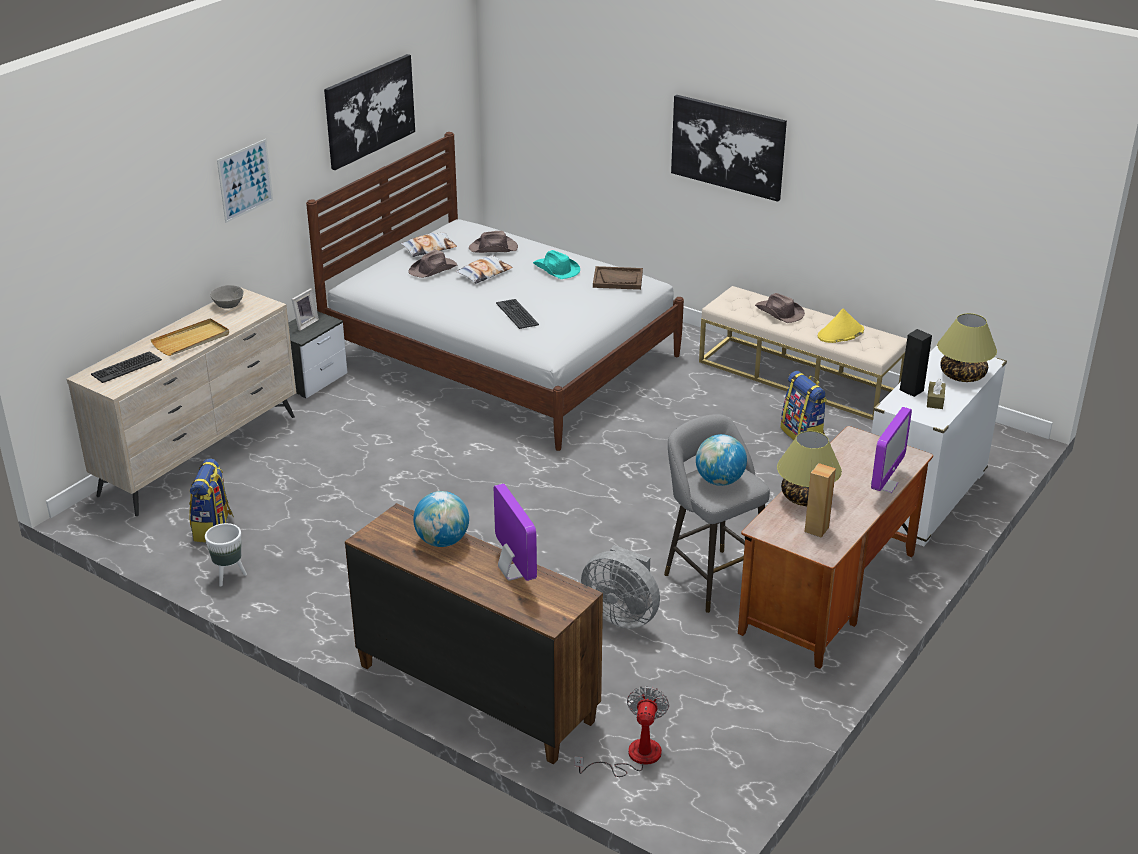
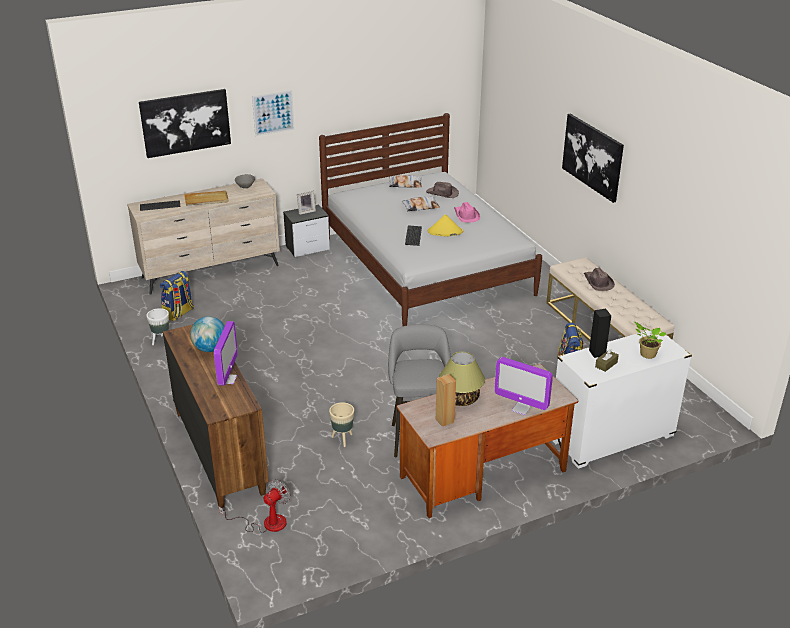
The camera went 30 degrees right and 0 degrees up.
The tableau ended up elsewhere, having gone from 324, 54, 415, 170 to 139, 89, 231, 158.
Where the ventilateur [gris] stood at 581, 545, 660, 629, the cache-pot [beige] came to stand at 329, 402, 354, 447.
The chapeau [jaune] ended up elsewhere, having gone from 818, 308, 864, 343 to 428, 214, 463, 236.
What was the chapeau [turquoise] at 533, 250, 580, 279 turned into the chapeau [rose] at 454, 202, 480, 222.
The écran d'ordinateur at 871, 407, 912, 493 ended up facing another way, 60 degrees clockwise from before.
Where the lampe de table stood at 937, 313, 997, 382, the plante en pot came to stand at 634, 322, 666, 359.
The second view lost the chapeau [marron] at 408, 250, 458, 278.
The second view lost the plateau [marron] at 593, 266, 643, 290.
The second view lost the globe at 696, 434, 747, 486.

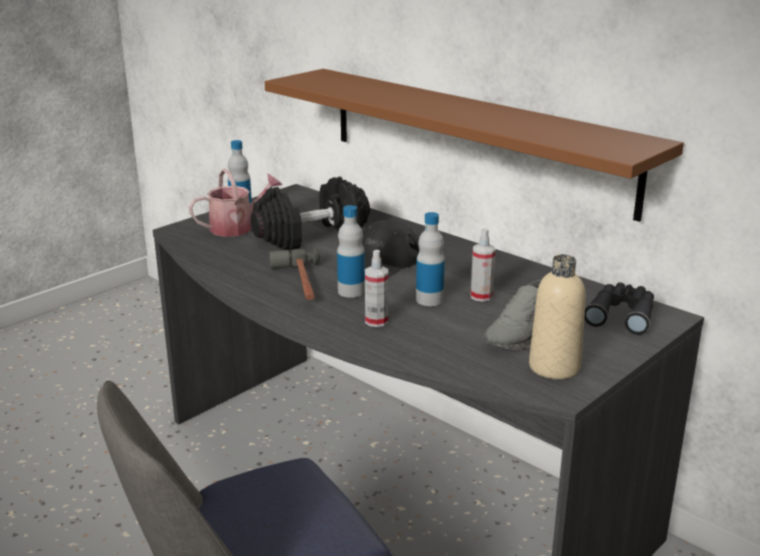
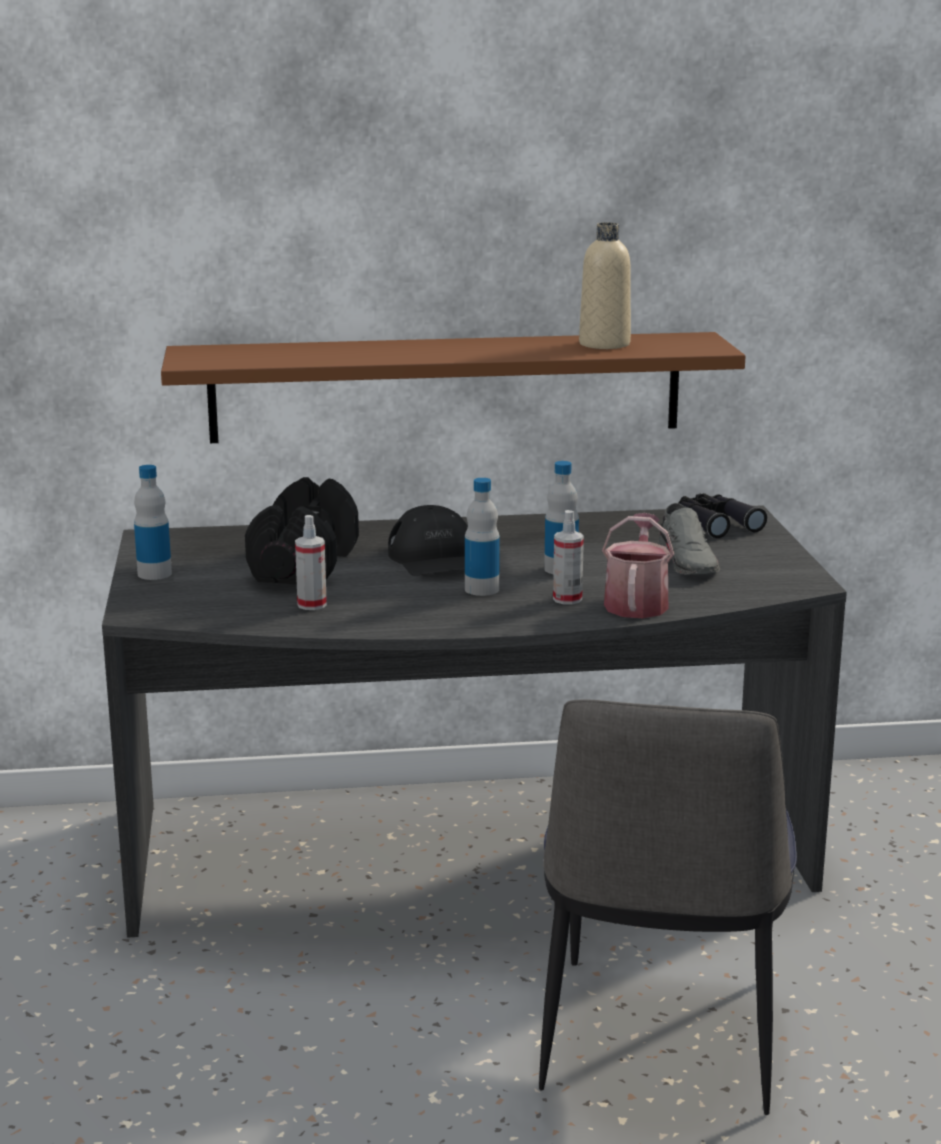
The camera went 50 degrees left and 5 degrees down.
The vaporisateur ended up elsewhere, having gone from 470, 228, 496, 301 to 295, 515, 327, 610.
The bouteille [beige] ended up elsewhere, having gone from 529, 254, 586, 379 to 579, 222, 631, 349.
The arrosoir ended up elsewhere, having gone from 189, 168, 282, 237 to 602, 513, 674, 618.
The second view lost the marteau at 269, 248, 320, 300.

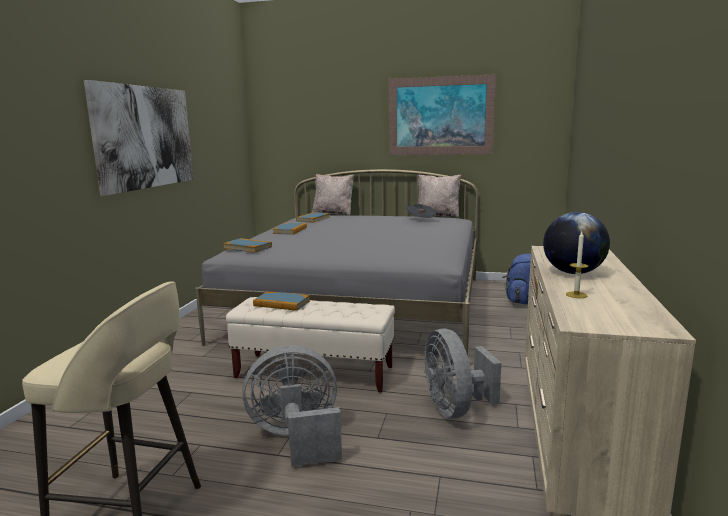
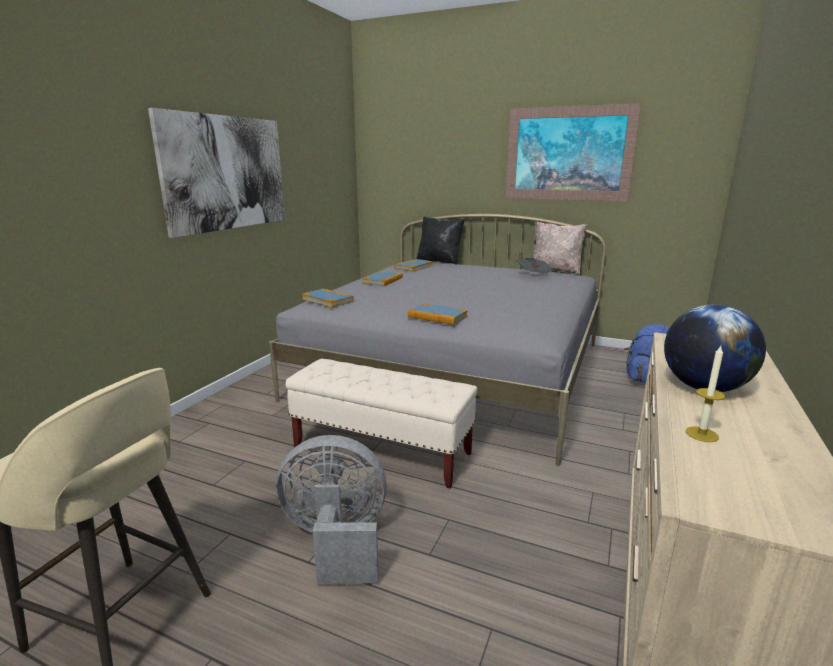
The camera went 10 degrees right and 5 degrees up.
The livre ended up elsewhere, having gone from 253, 291, 310, 311 to 408, 303, 468, 325.
What was the coussin [beige] at 312, 174, 354, 216 turned into the coussin [noir] at 416, 216, 465, 265.
The second view lost the ventilateur [gris] at 424, 328, 501, 419.

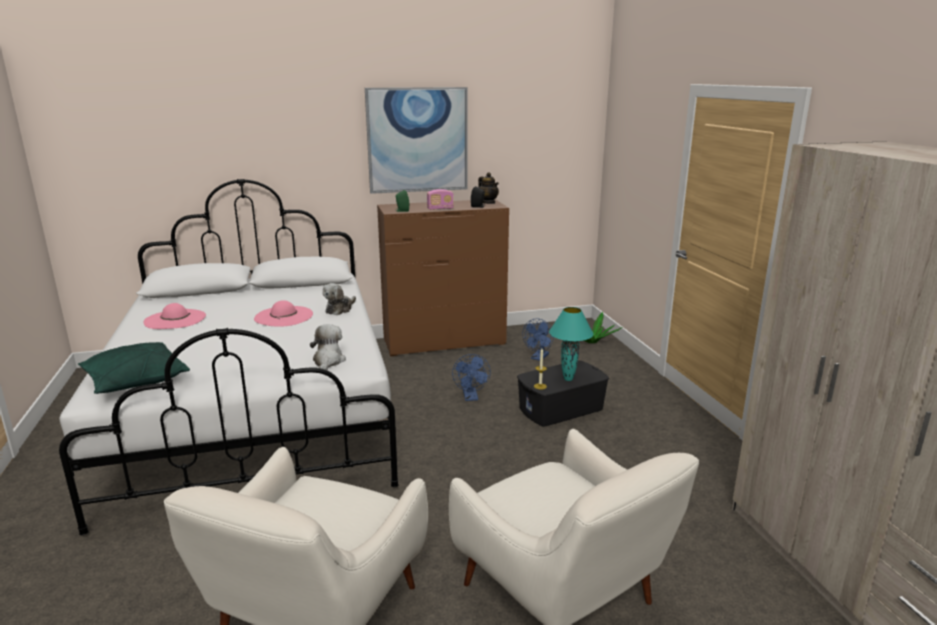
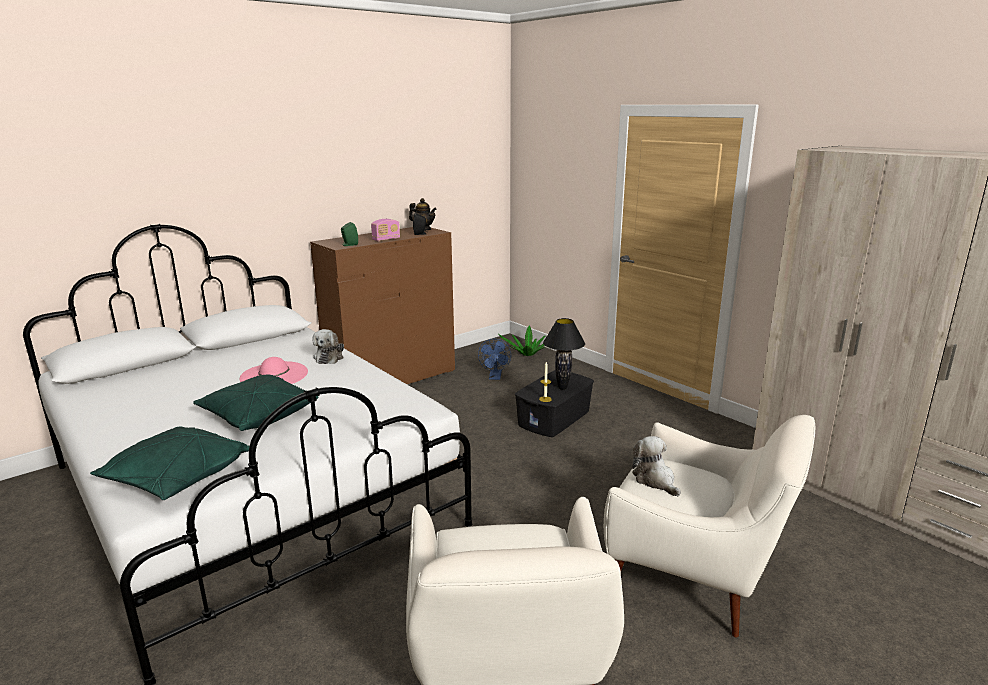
The camera went 25 degrees left and 0 degrees up.
The second view gained the coussin [vert] at 193, 375, 318, 431.
What was the lampe de table [turquoise] at 549, 307, 593, 381 turned into the lampe de table [noir] at 543, 318, 585, 390.
The peluche ended up elsewhere, having gone from 310, 324, 346, 370 to 632, 436, 681, 496.
The second view lost the chapeau [rose] at 144, 303, 206, 329.
The second view lost the tableau at 365, 87, 467, 194.
The second view lost the ventilateur [bleu] at 452, 354, 491, 401.

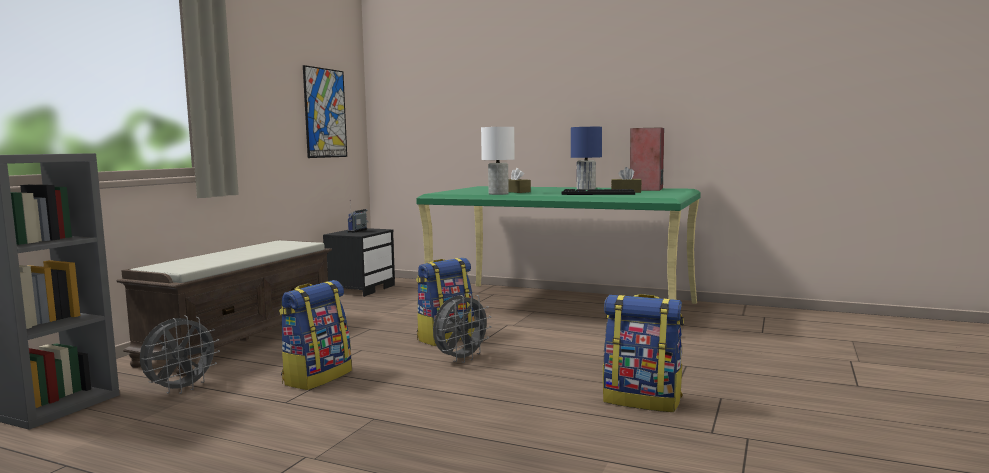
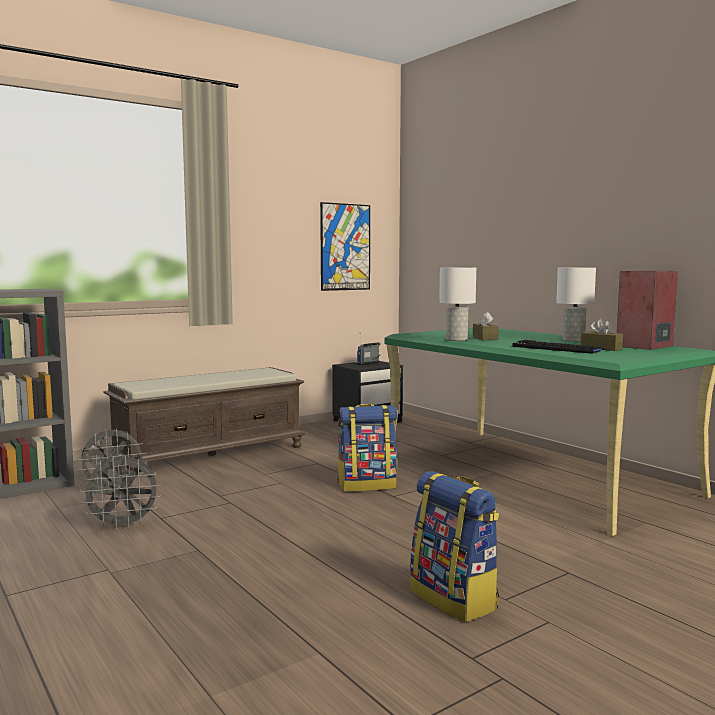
The camera went 30 degrees right and 0 degrees up.
The ventilateur [gris] ended up elsewhere, having gone from 433, 293, 492, 363 to 80, 455, 161, 531.
What was the lampe de table [bleu] at 571, 127, 602, 190 turned into the lampe de table [blanc] at 556, 267, 596, 342.
The second view lost the sac à dos at 279, 280, 352, 390.

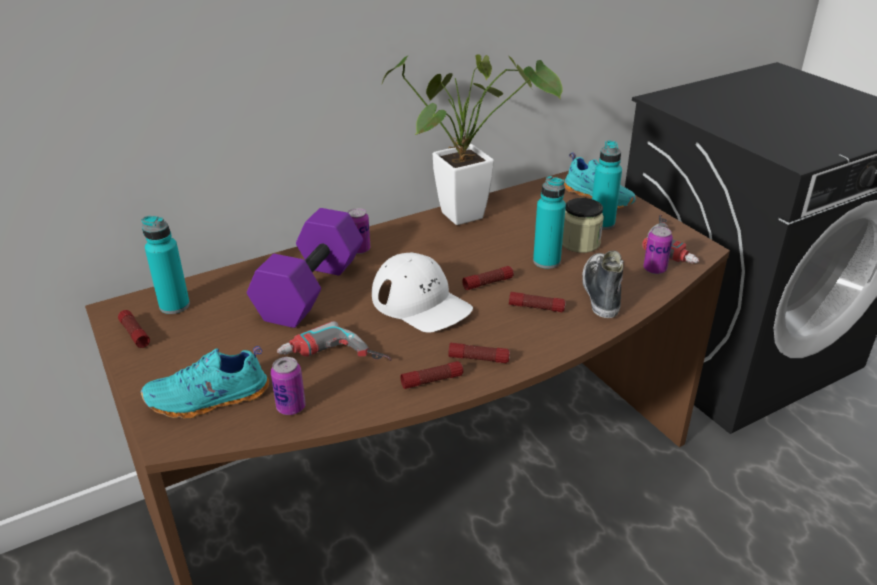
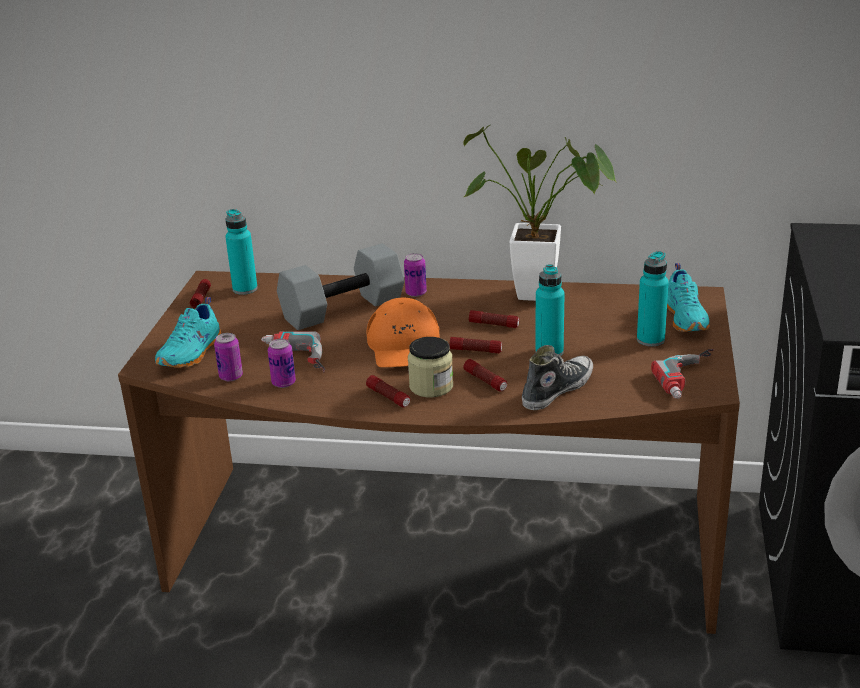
The camera went 40 degrees right and 5 degrees down.
The chaussure [turquoise] at 141, 346, 269, 419 ended up facing another way, 90 degrees counterclockwise from before.
The boîte métallique ended up elsewhere, having gone from 643, 227, 673, 274 to 268, 339, 296, 388.
What was the haltère [violet] at 247, 208, 363, 328 turned into the haltère [gris] at 277, 243, 405, 330.
What was the casquette [blanc] at 372, 252, 473, 333 turned into the casquette [orange] at 366, 297, 440, 367.
The bocal ended up elsewhere, having gone from 562, 198, 604, 253 to 408, 337, 453, 397.
The lampe de poche ended up elsewhere, having gone from 400, 361, 463, 389 to 469, 310, 519, 328.

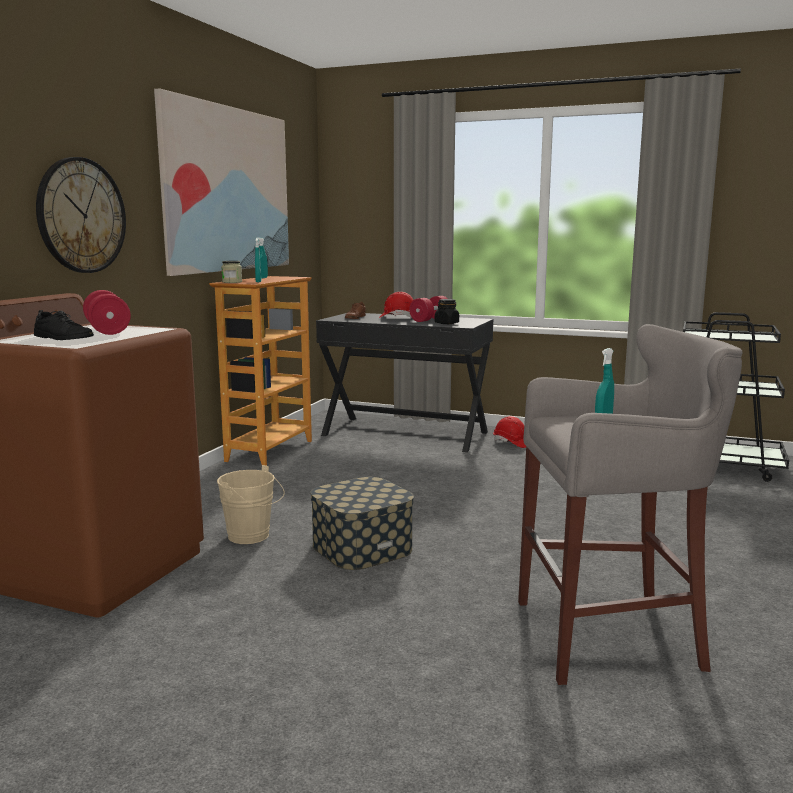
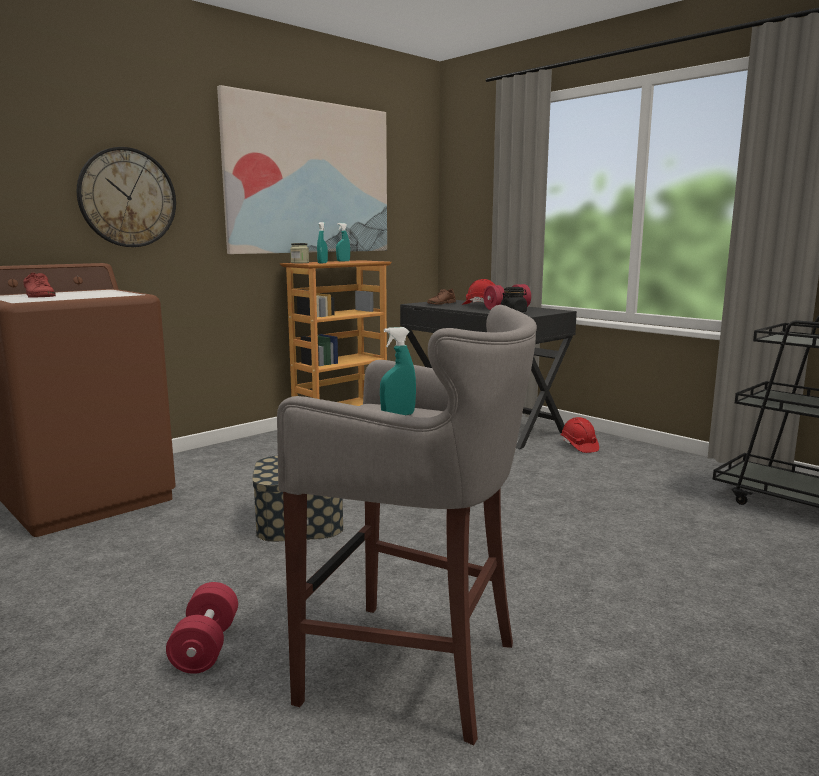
The camera went 25 degrees right and 0 degrees up.
What was the chaussure [noir] at 34, 310, 94, 340 turned into the chaussure [rouge] at 23, 273, 56, 298.
The haltère [rouge] ended up elsewhere, having gone from 83, 290, 131, 335 to 166, 582, 238, 674.
The second view lost the seau [beige] at 217, 465, 285, 544.

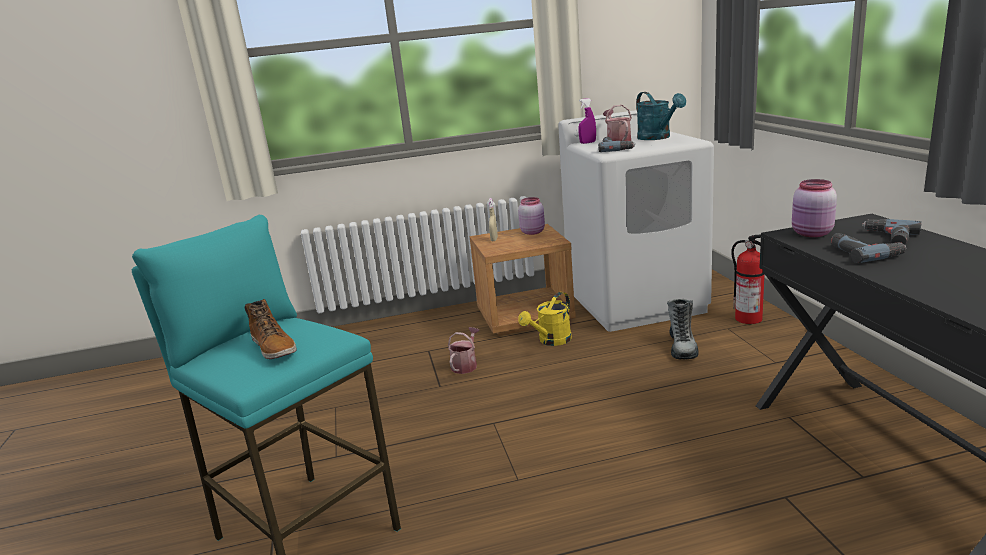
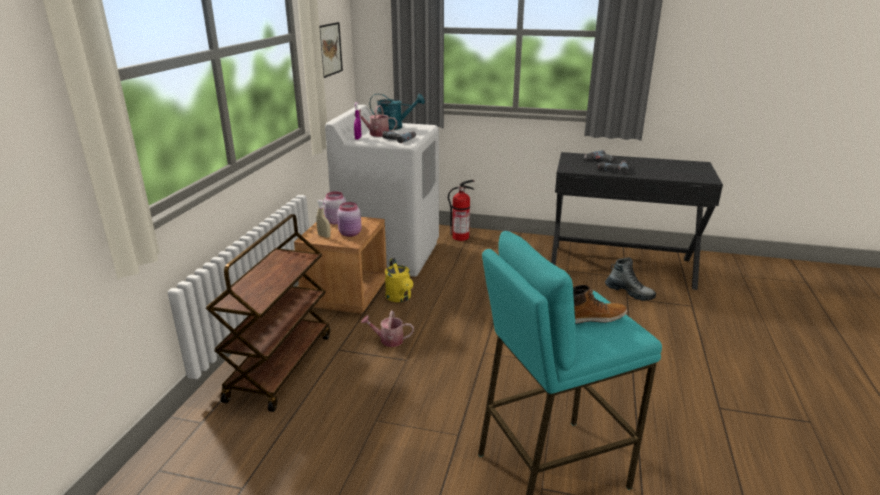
The camera went 65 degrees left and 5 degrees up.
The second view gained the chariot [marron] at 206, 214, 330, 412.
The second view gained the tableau at 319, 22, 343, 78.
The bocal [rose] ended up elsewhere, having gone from 792, 179, 837, 237 to 337, 202, 362, 237.
The arrosoir at 448, 327, 479, 374 ended up facing another way, 45 degrees counterclockwise from before.
The botte ended up elsewhere, having gone from 667, 299, 699, 360 to 605, 257, 656, 301.

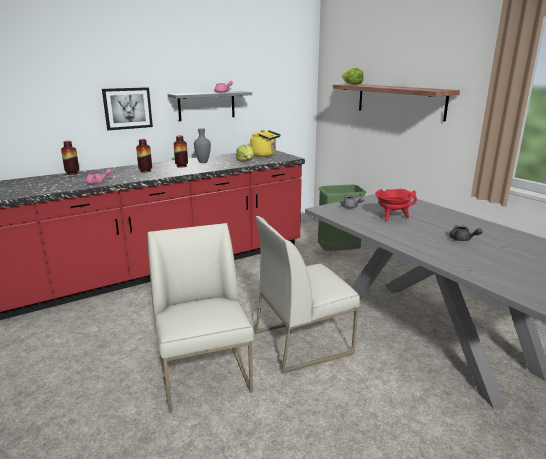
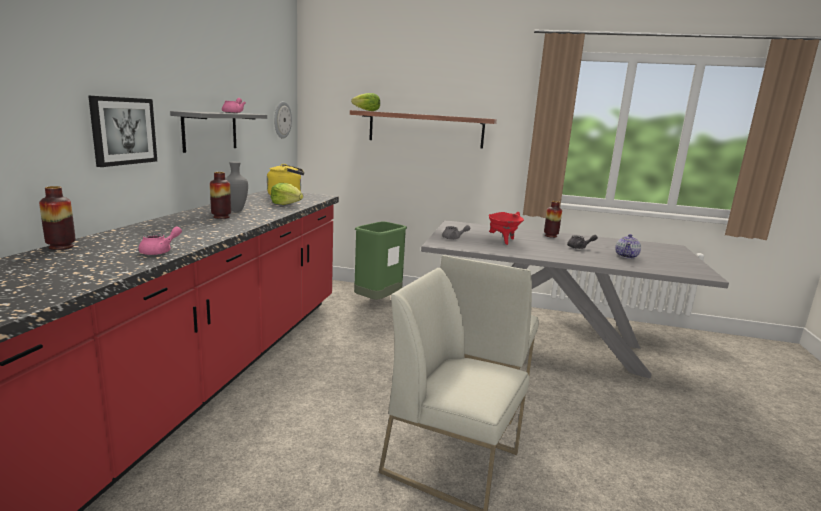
The camera went 45 degrees left and 5 degrees down.
The second view gained the horloge murale at 274, 101, 292, 139.
The vase ended up elsewhere, having gone from 136, 139, 152, 172 to 544, 201, 562, 238.
The second view gained the théière at 615, 234, 641, 259.

